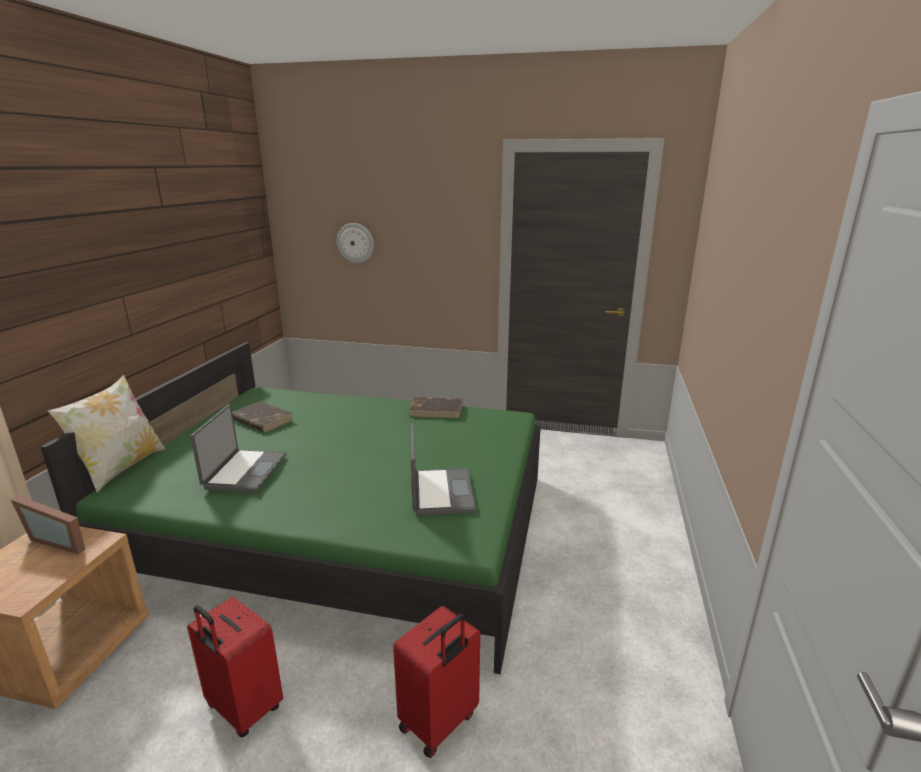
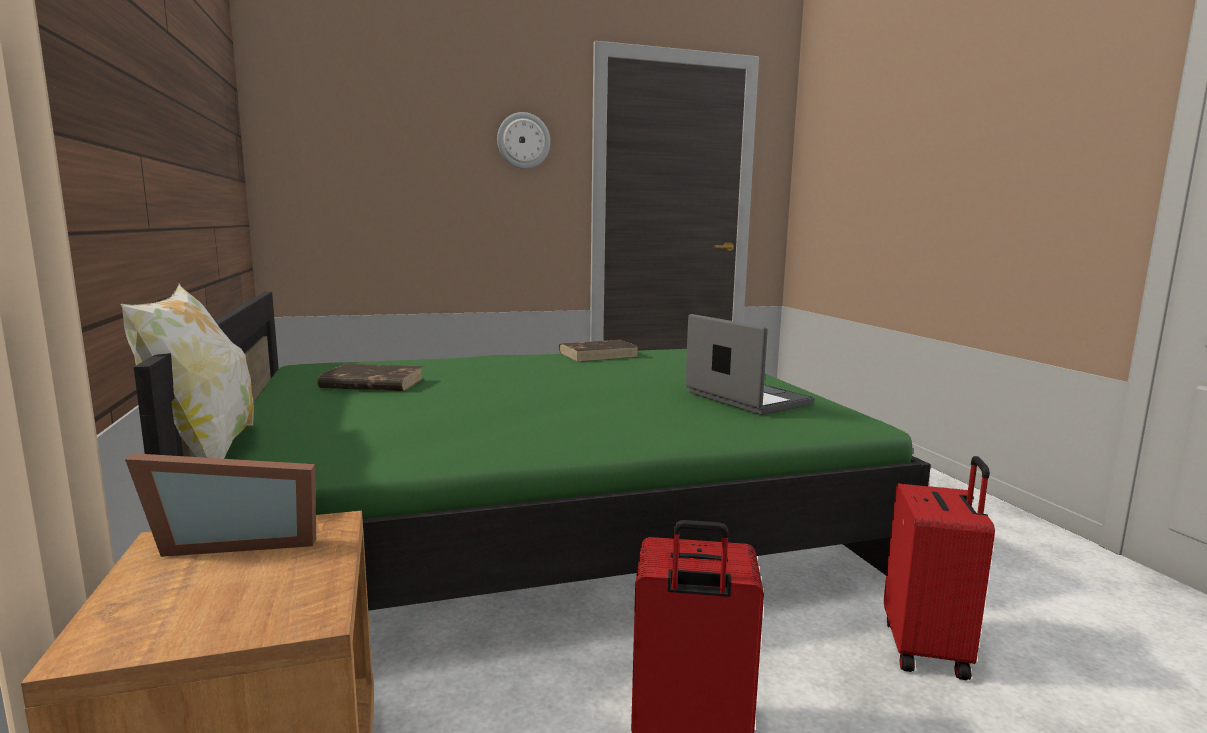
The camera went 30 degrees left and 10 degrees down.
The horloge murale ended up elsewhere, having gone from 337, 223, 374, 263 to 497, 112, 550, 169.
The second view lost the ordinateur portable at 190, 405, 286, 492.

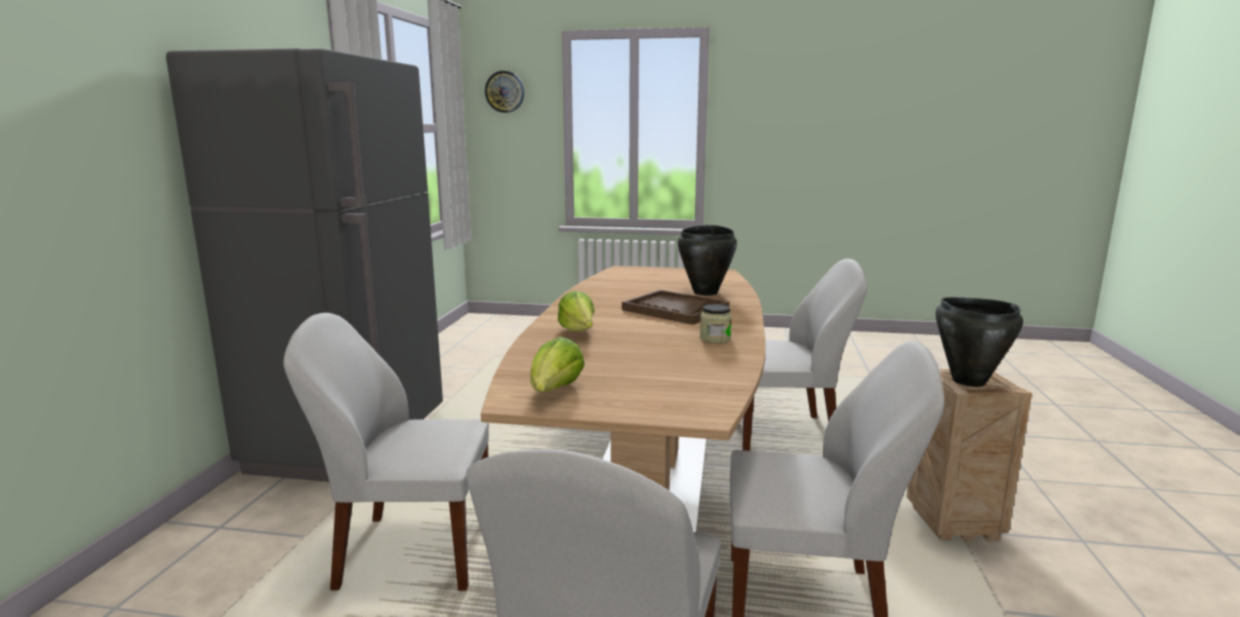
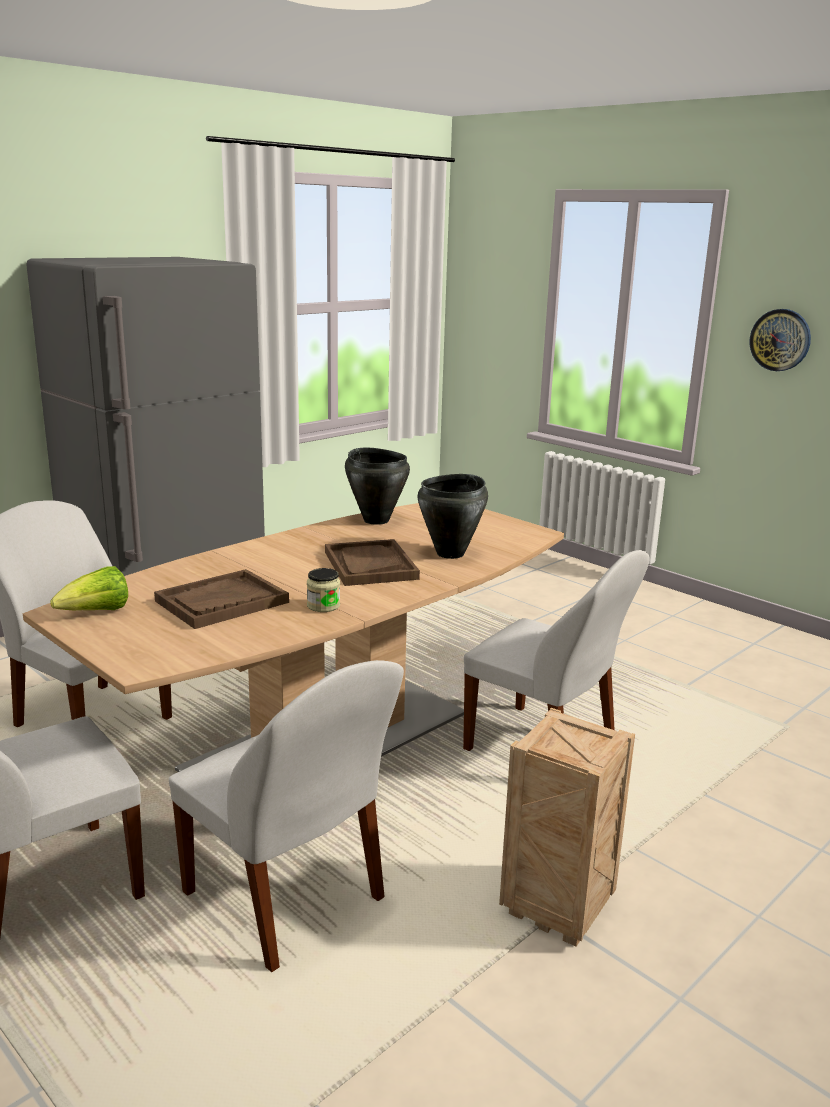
The camera went 35 degrees right and 5 degrees up.
The second view gained the plateau [marron] at 154, 569, 289, 629.
The marmite [noir] ended up elsewhere, having gone from 935, 297, 1023, 387 to 345, 448, 410, 525.
The horloge murale ended up elsewhere, having gone from 485, 71, 524, 113 to 749, 309, 811, 371.
The second view lost the laitue at 558, 291, 595, 331.

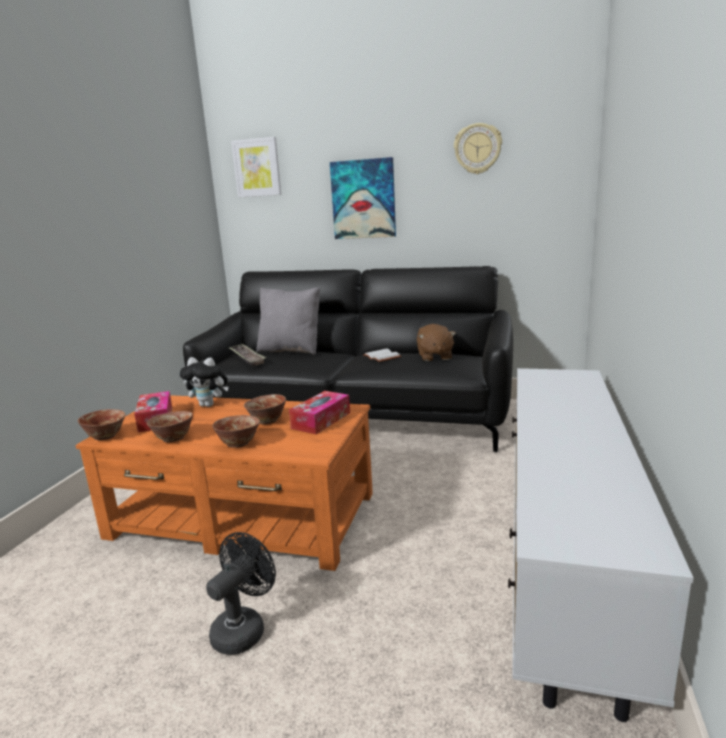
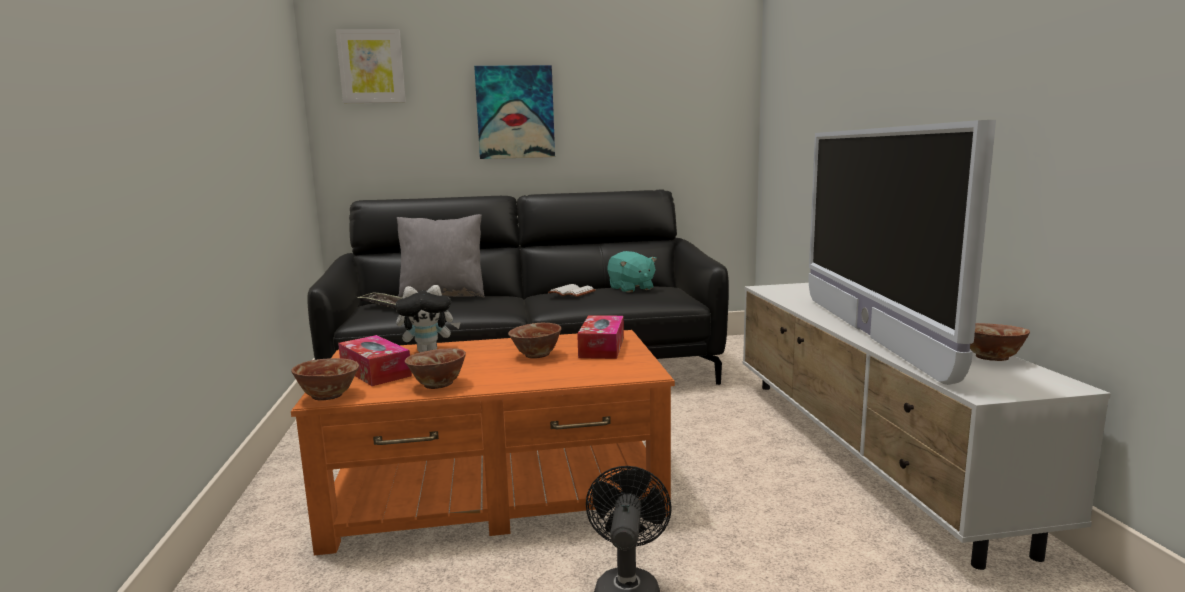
The camera went 25 degrees left and 5 degrees down.
What was the peluche [marron] at 417, 324, 456, 361 turned into the peluche [turquoise] at 607, 251, 657, 293.
The second view gained the téléviseur at 808, 120, 996, 385.
The bol ended up elsewhere, having gone from 212, 415, 260, 448 to 970, 323, 1030, 361.
The second view lost the horloge murale at 454, 123, 502, 174.

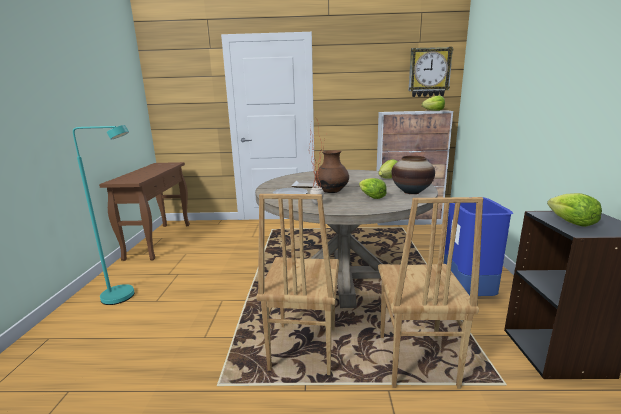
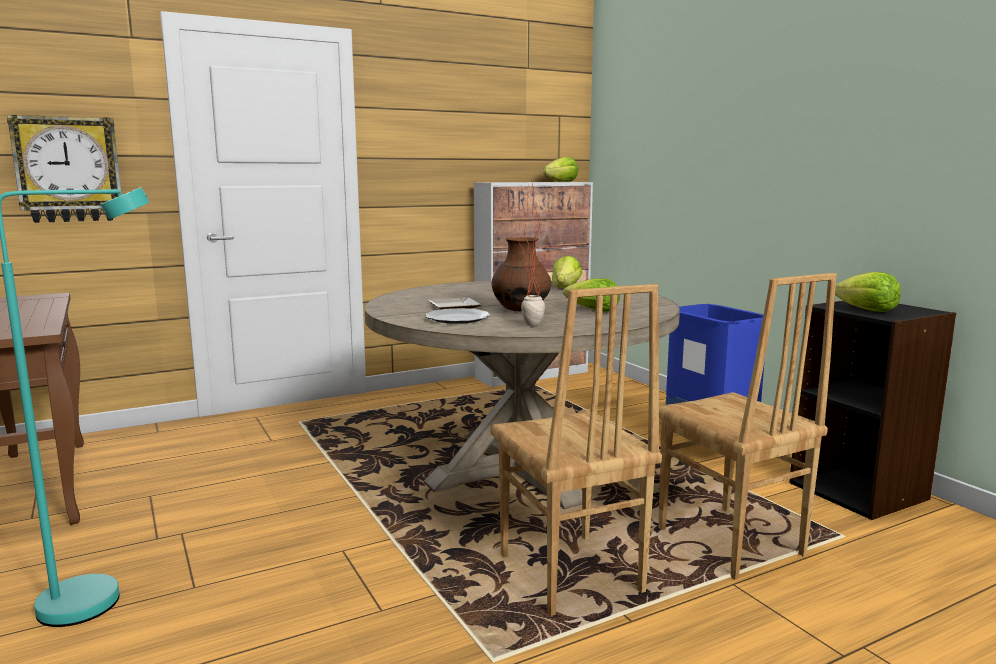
The camera went 30 degrees left and 5 degrees down.
The horloge murale ended up elsewhere, having gone from 408, 47, 454, 97 to 7, 115, 121, 223.
The second view lost the vase at 391, 156, 435, 194.

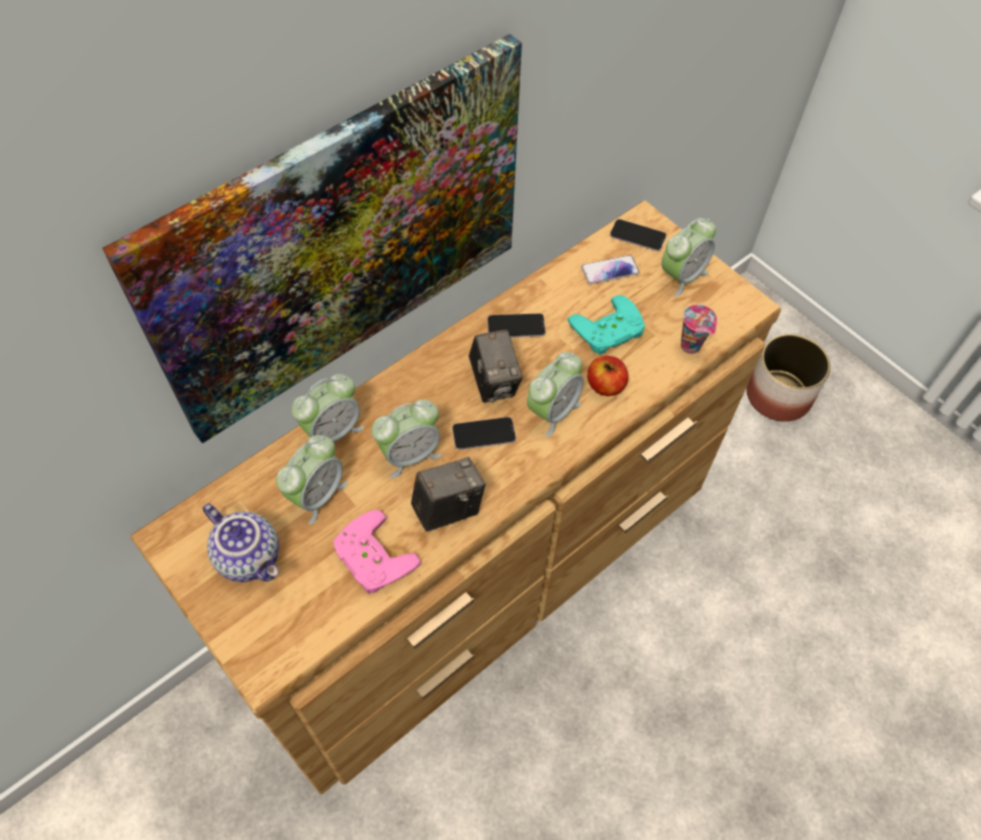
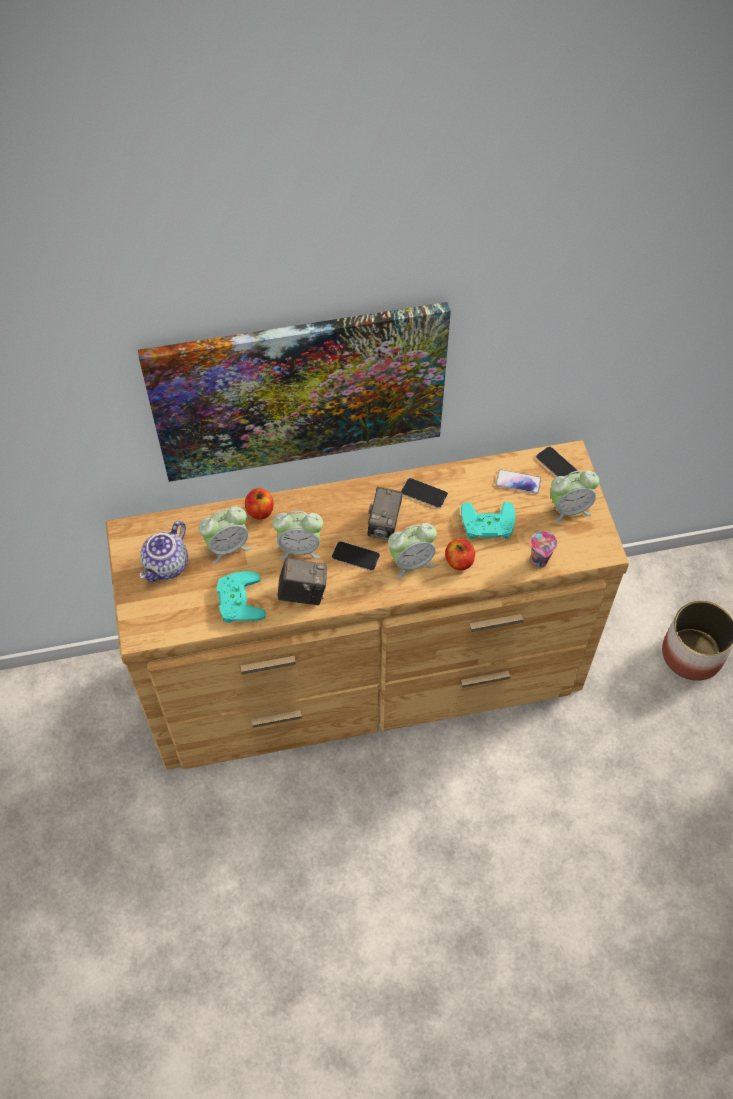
The camera went 30 degrees right and 0 degrees up.
The théière at 203, 503, 279, 582 ended up facing another way, 45 degrees clockwise from before.
What was the manette [rose] at 333, 510, 421, 594 turned into the manette [turquoise] at 217, 571, 266, 623.
Where the réveil stood at 291, 374, 364, 442, the pomme came to stand at 245, 488, 274, 520.

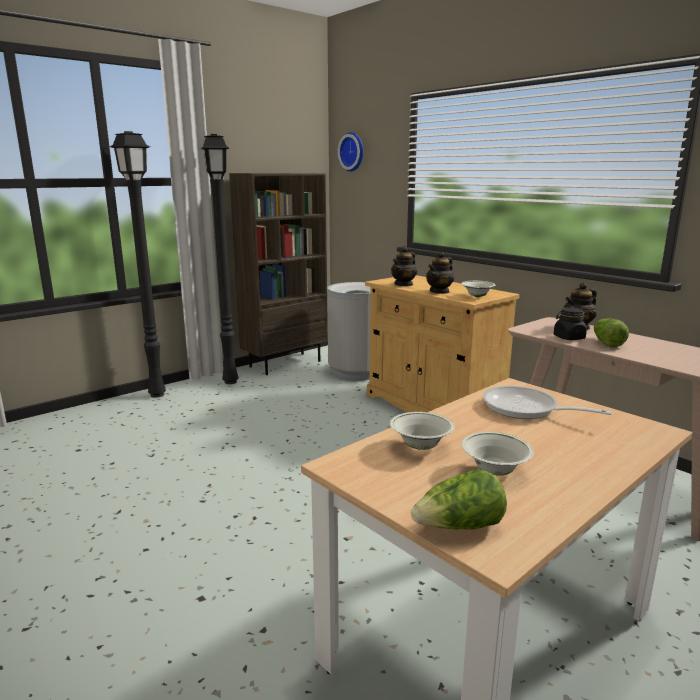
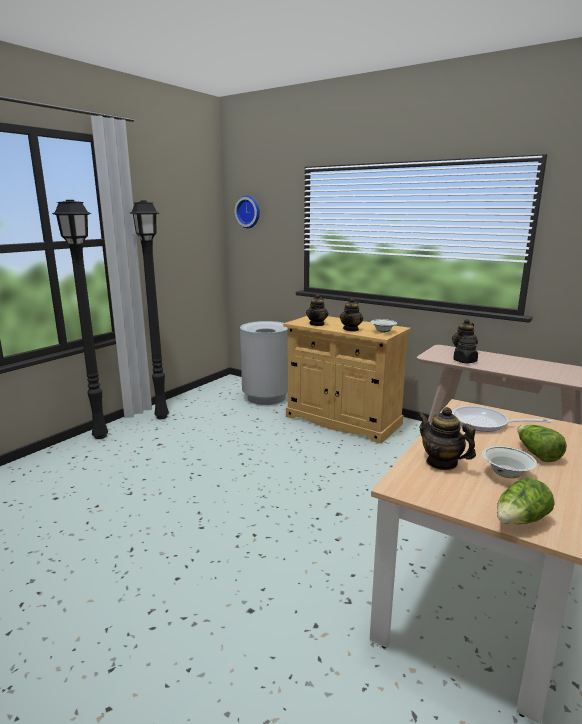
The camera went 15 degrees left and 0 degrees up.
Where the bol [blanc] stood at 390, 412, 455, 450, the théière came to stand at 418, 407, 476, 470.
The laitue ended up elsewhere, having gone from 594, 318, 629, 347 to 517, 425, 567, 462.
The second view lost the bibliothèque [marron] at 229, 173, 328, 375.

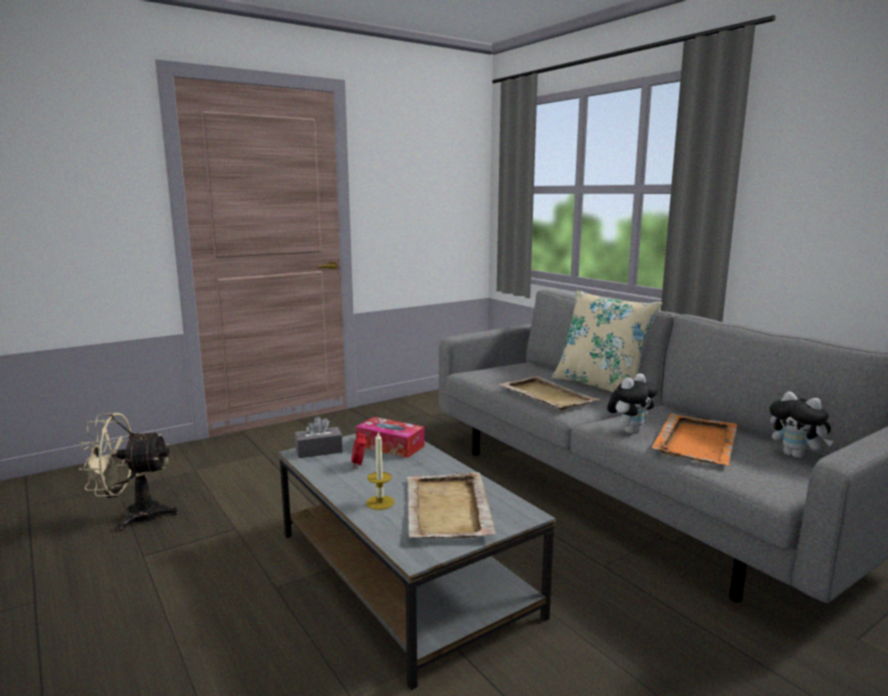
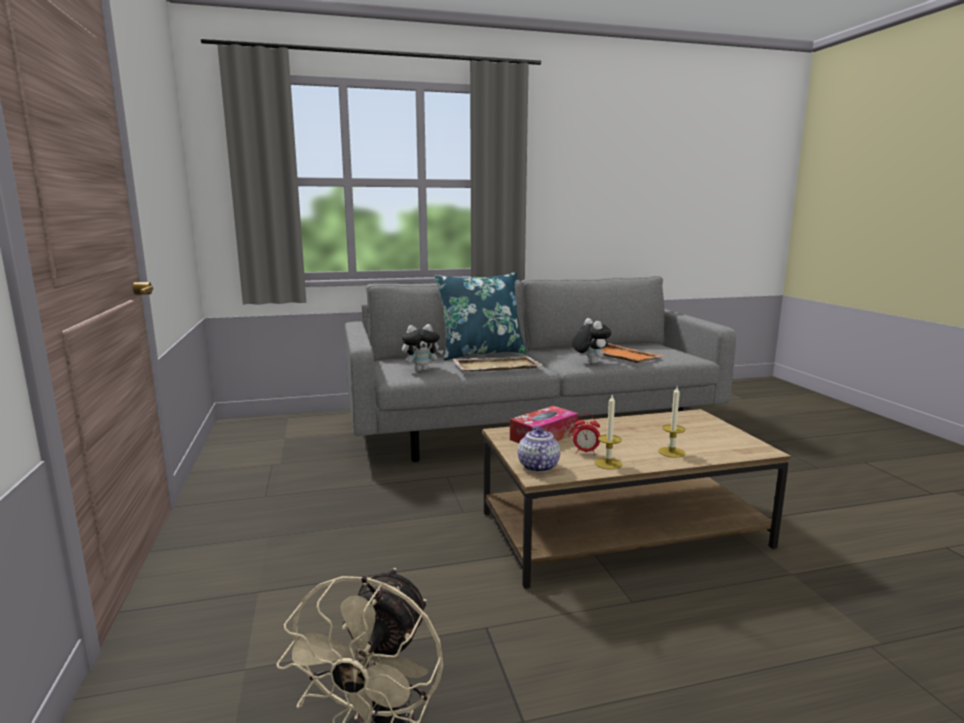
The camera went 70 degrees left and 0 degrees up.
The peluche ended up elsewhere, having gone from 770, 391, 833, 458 to 402, 324, 444, 371.
What was the coussin [beige] at 552, 290, 662, 392 turned into the coussin [bleu] at 435, 272, 527, 360.
What was the table basse [gris] at 278, 434, 556, 690 turned into the table basse [marron] at 483, 409, 791, 589.
Where the boîte à mouchoirs [gris] stood at 295, 416, 343, 458, the théière came to stand at 518, 426, 560, 472.
The second view gained the bougie at 595, 394, 622, 470.
The second view lost the plateau [beige] at 407, 472, 496, 538.

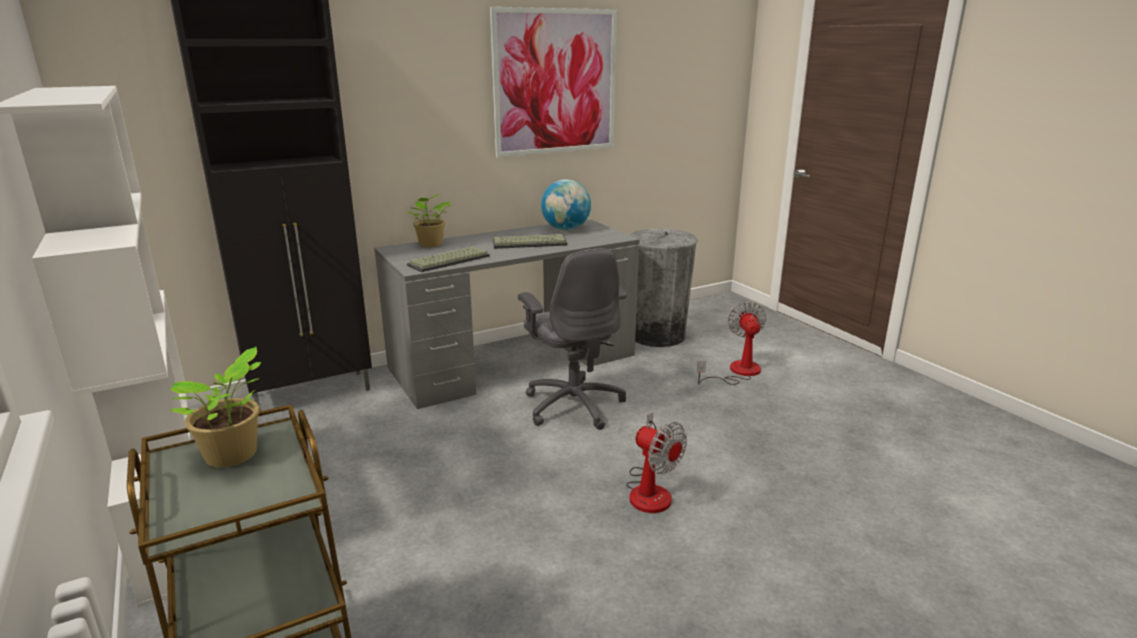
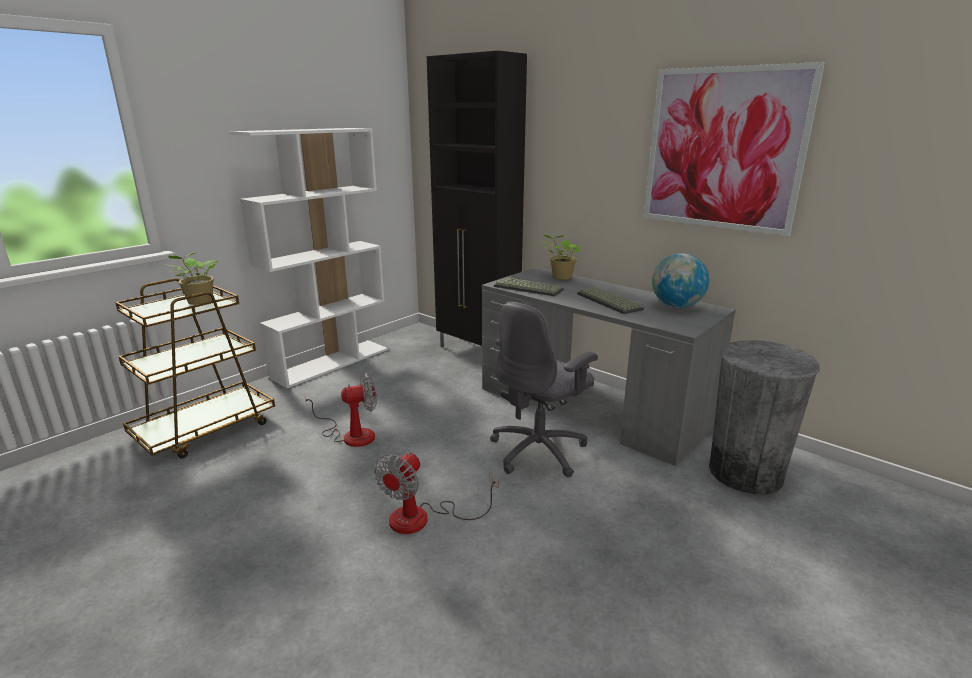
The camera went 70 degrees right and 0 degrees up.
The ventilateur ended up elsewhere, having gone from 697, 302, 766, 385 to 304, 373, 377, 447.

